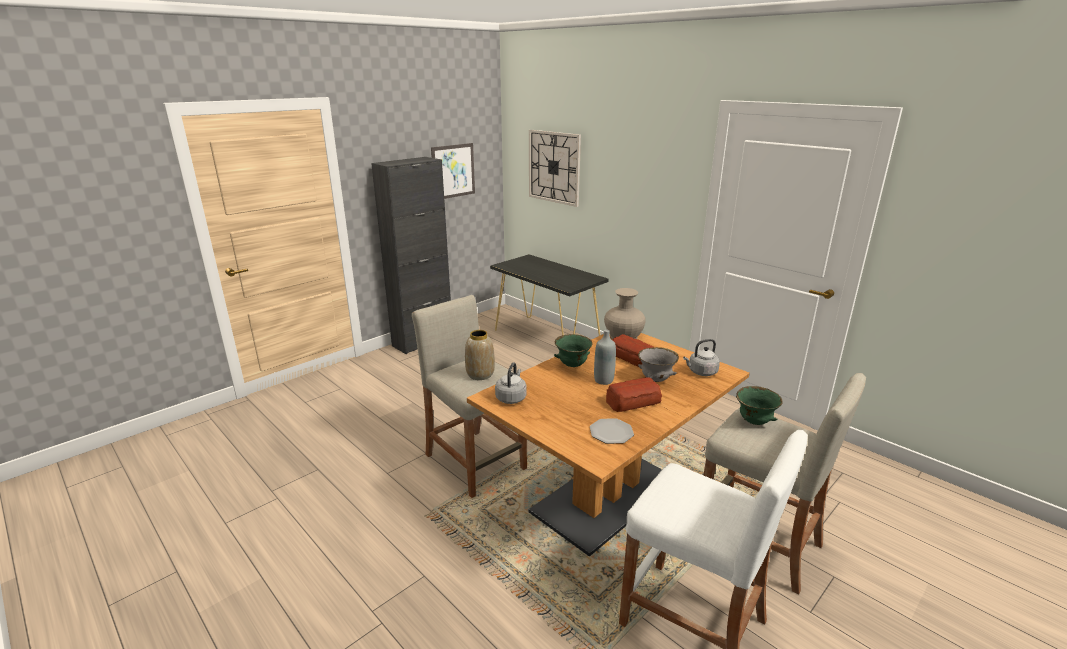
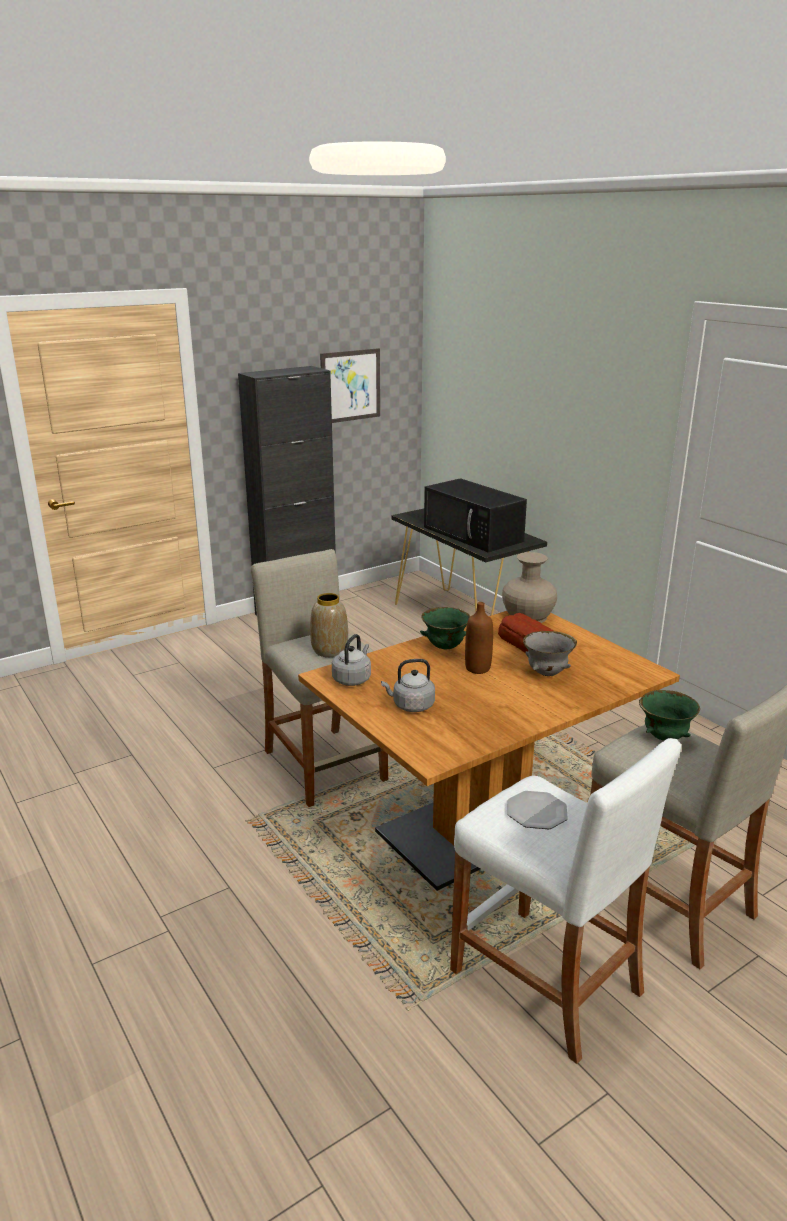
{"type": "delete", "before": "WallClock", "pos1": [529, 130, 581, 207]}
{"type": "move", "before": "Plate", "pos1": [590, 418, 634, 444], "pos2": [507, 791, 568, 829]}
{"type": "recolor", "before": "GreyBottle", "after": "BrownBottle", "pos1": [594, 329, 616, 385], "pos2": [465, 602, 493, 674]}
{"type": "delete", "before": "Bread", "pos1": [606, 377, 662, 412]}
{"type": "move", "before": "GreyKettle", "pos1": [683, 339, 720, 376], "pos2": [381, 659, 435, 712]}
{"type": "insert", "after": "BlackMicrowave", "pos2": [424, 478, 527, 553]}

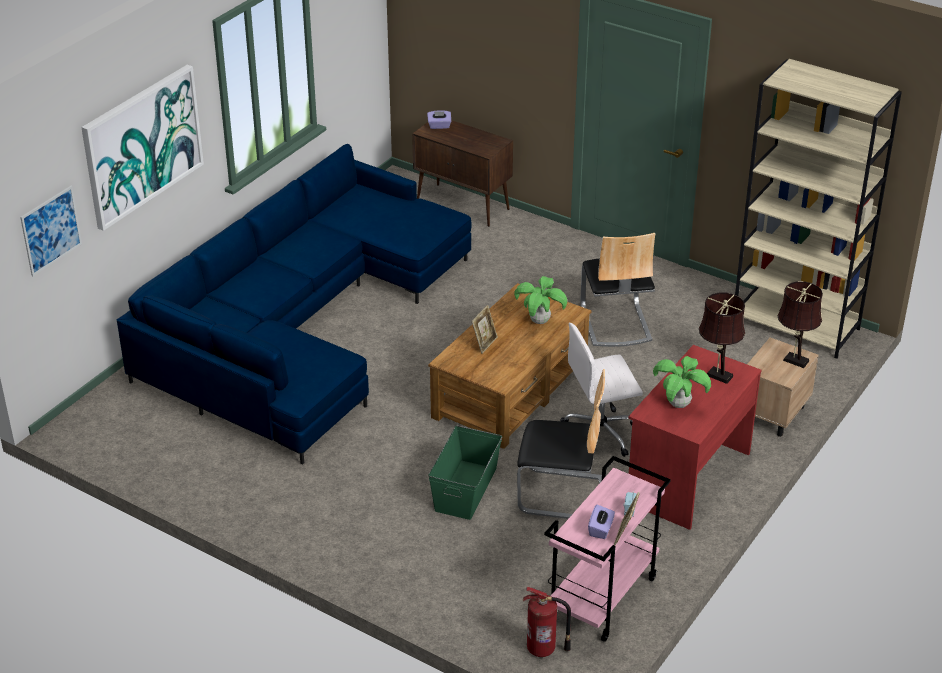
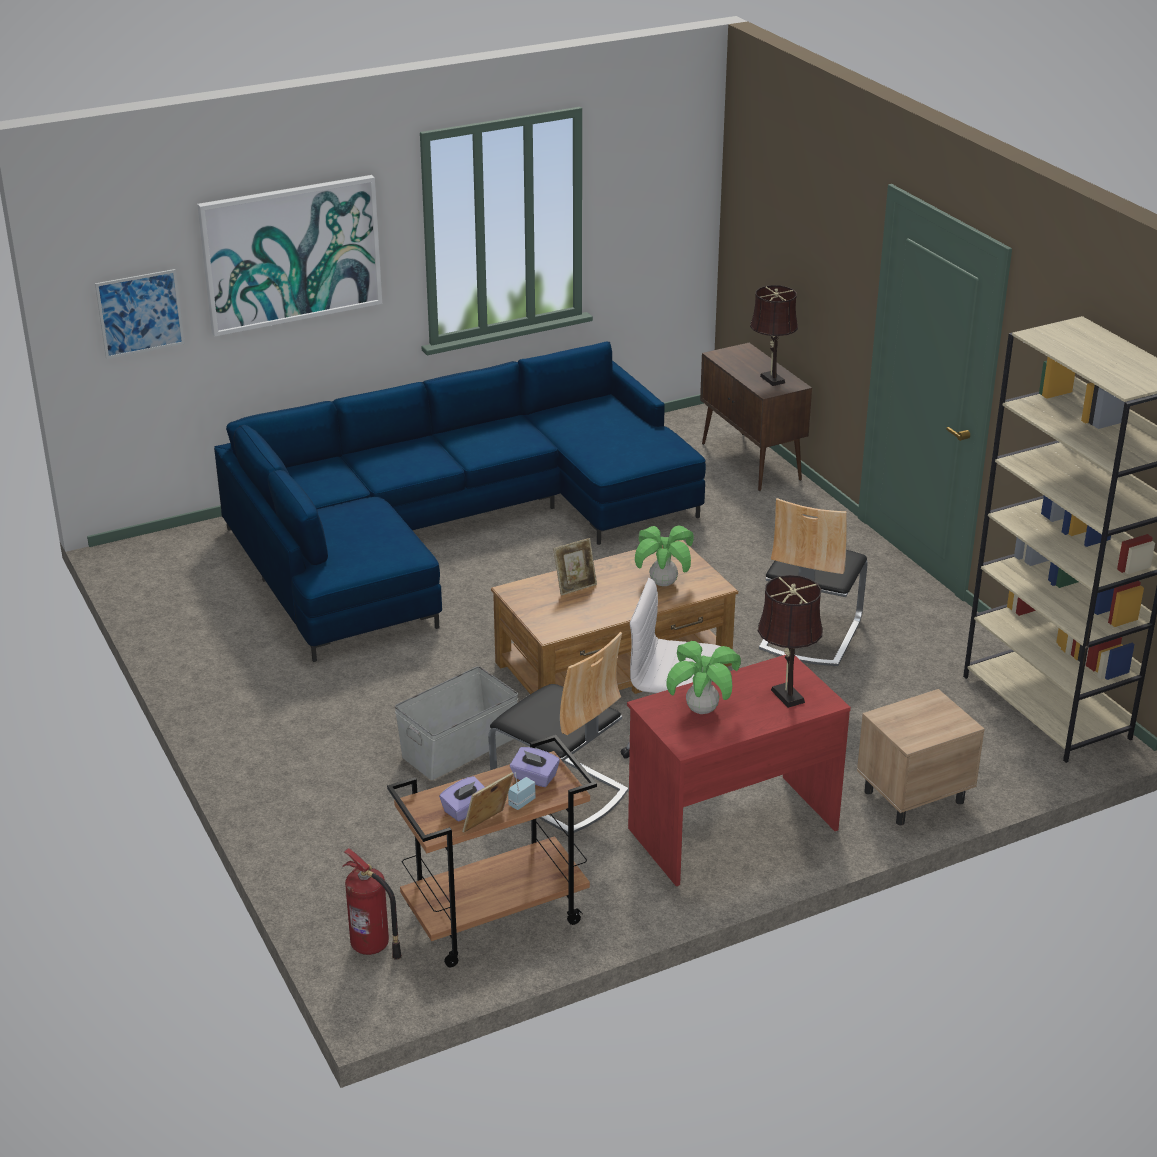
{"type": "move", "before": "PurpleTissueBox", "pos1": [427, 110, 451, 129], "pos2": [510, 747, 560, 787]}
{"type": "recolor", "before": "GreenStorageBox", "after": "GreyStorageBox", "pos1": [428, 425, 502, 520], "pos2": [395, 666, 518, 780]}
{"type": "recolor", "before": "PinkCart", "after": "BrownCart", "pos1": [544, 456, 671, 642], "pos2": [387, 735, 597, 967]}
{"type": "move", "before": "BrownTableLamp", "pos1": [778, 281, 823, 368], "pos2": [750, 285, 798, 386]}

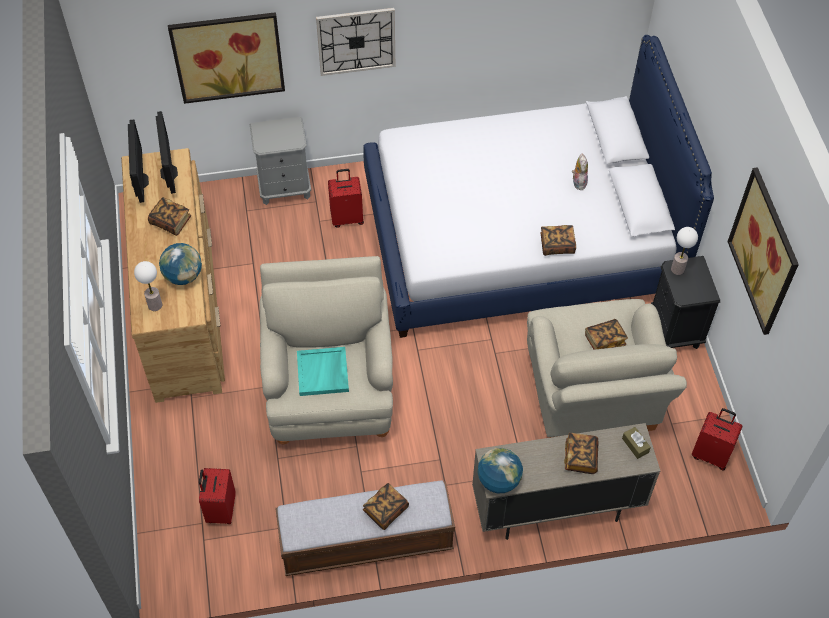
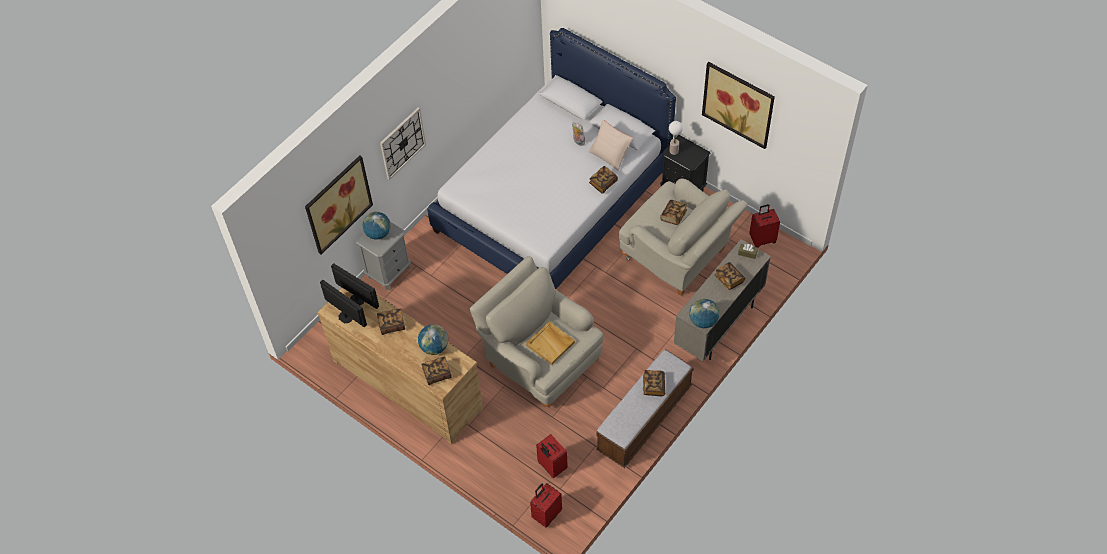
{"type": "replace", "before": "TableLamp", "after": "Book", "pos1": [134, 261, 162, 311], "pos2": [421, 357, 452, 385]}
{"type": "recolor", "before": "TurquoiseTray", "after": "BeigeTray", "pos1": [297, 347, 349, 396], "pos2": [526, 321, 575, 365]}
{"type": "move", "before": "RedSuitcase", "pos1": [328, 169, 364, 228], "pos2": [530, 483, 562, 528]}
{"type": "insert", "after": "Globe", "pos2": [362, 212, 391, 239]}
{"type": "insert", "after": "BeigePillow", "pos2": [589, 120, 633, 171]}

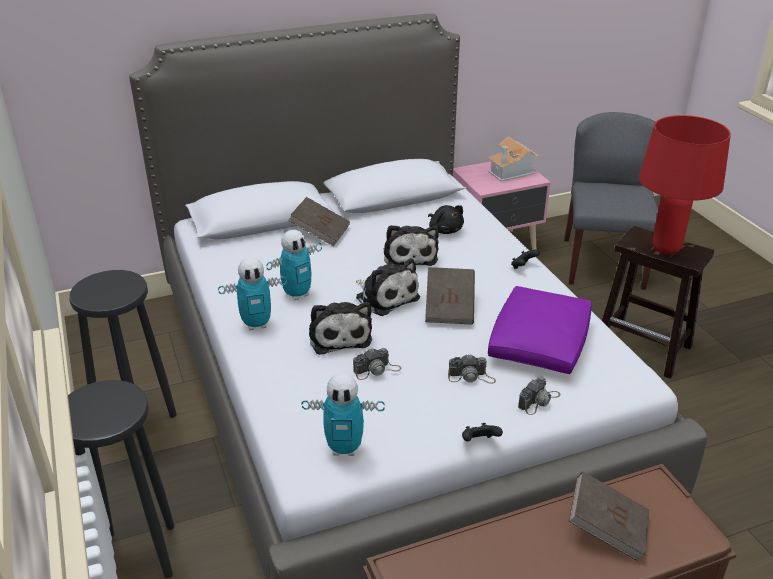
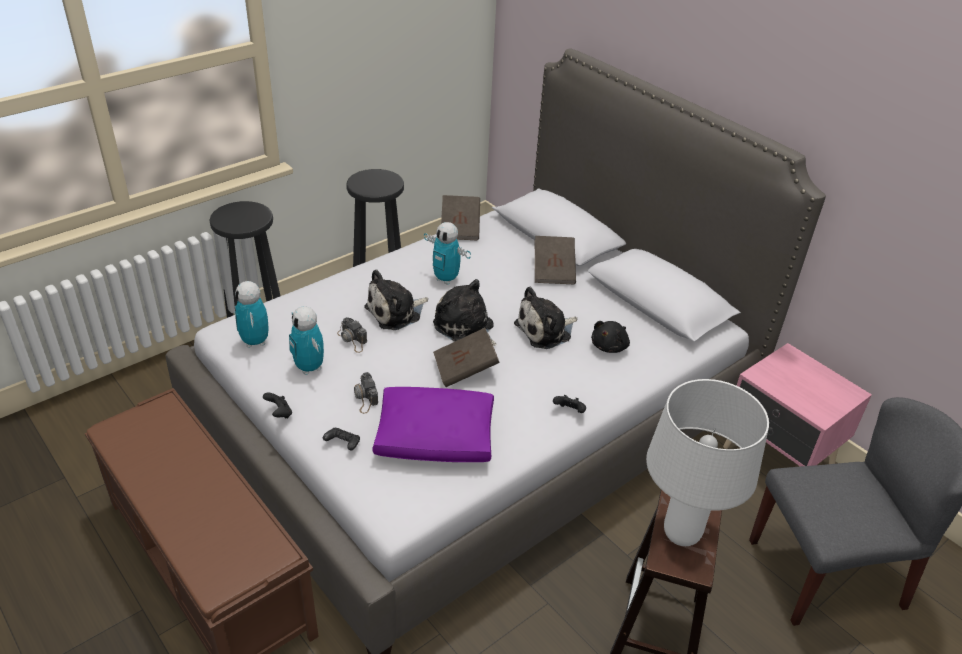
{"type": "move", "before": "ToyRobot", "pos1": [218, 257, 287, 330], "pos2": [289, 306, 324, 375]}
{"type": "rotate", "before": "PlushToy", "pos1": [356, 258, 420, 316], "pos2": [433, 279, 497, 346], "turn": 105}
{"type": "delete", "before": "ToyHouse", "pos1": [489, 137, 539, 182]}
{"type": "replace", "before": "PhotoCamera", "after": "BlackGameController", "pos1": [518, 376, 560, 415], "pos2": [323, 428, 360, 450]}
{"type": "move", "before": "BrownBook", "pos1": [569, 472, 649, 561], "pos2": [441, 195, 480, 240]}
{"type": "recolor", "before": "RedTableLamp", "after": "WhiteTableLamp", "pos1": [639, 115, 731, 255], "pos2": [646, 379, 769, 546]}

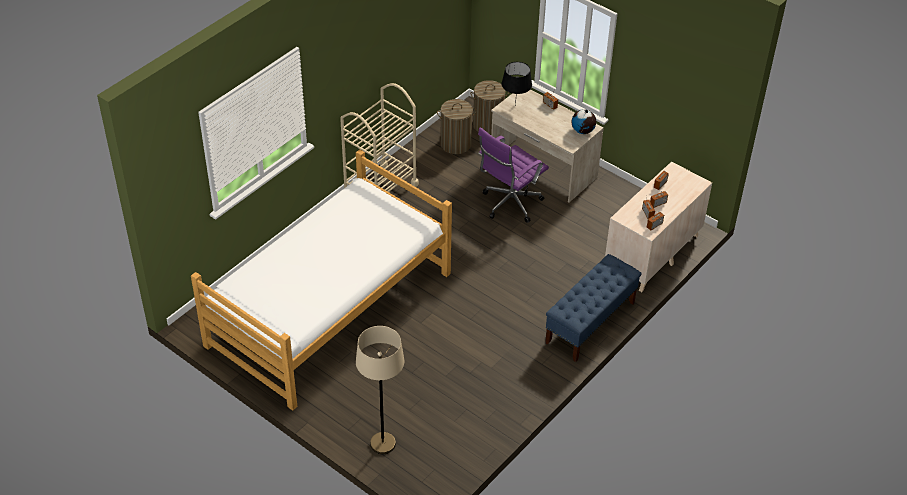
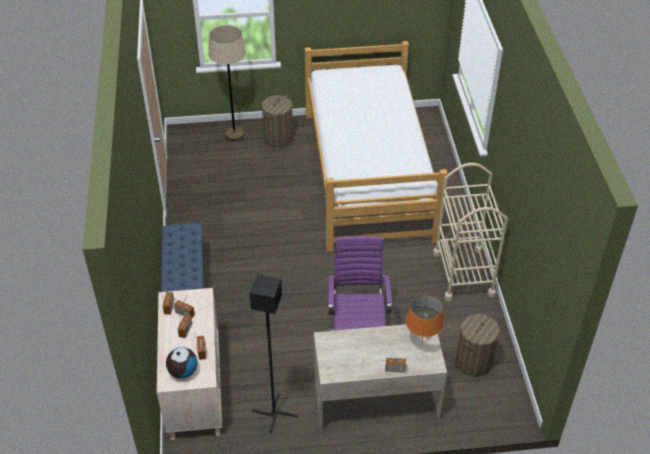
{"type": "move", "before": "LaundryBasket", "pos1": [470, 80, 509, 135], "pos2": [262, 95, 293, 148]}
{"type": "recolor", "before": "BlackTableLamp", "after": "OrangeTableLamp", "pos1": [502, 62, 532, 106], "pos2": [405, 295, 444, 342]}
{"type": "move", "before": "Globe", "pos1": [571, 109, 596, 134], "pos2": [166, 347, 197, 379]}
{"type": "insert", "after": "BlackFloorLamp", "pos2": [250, 274, 297, 433]}

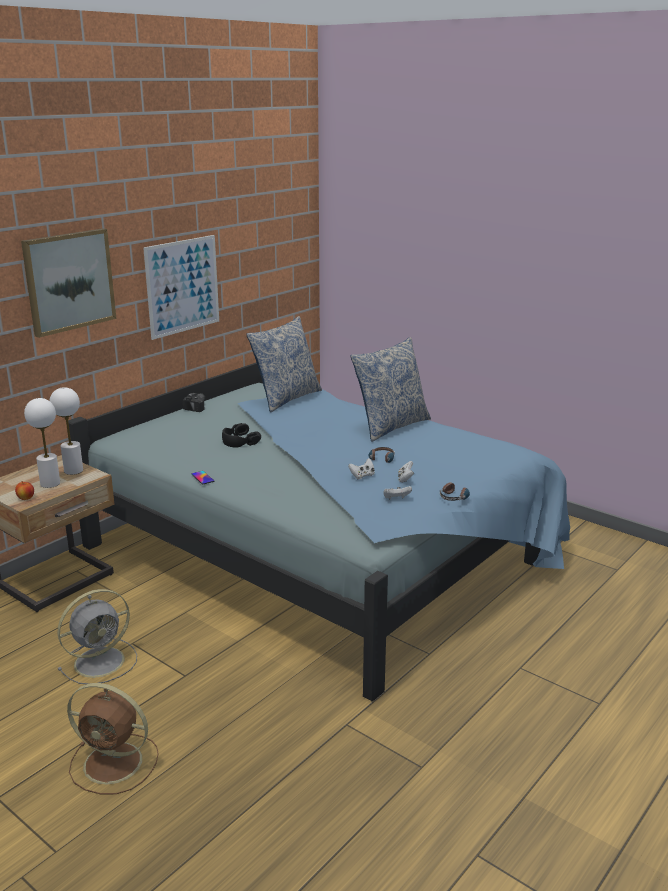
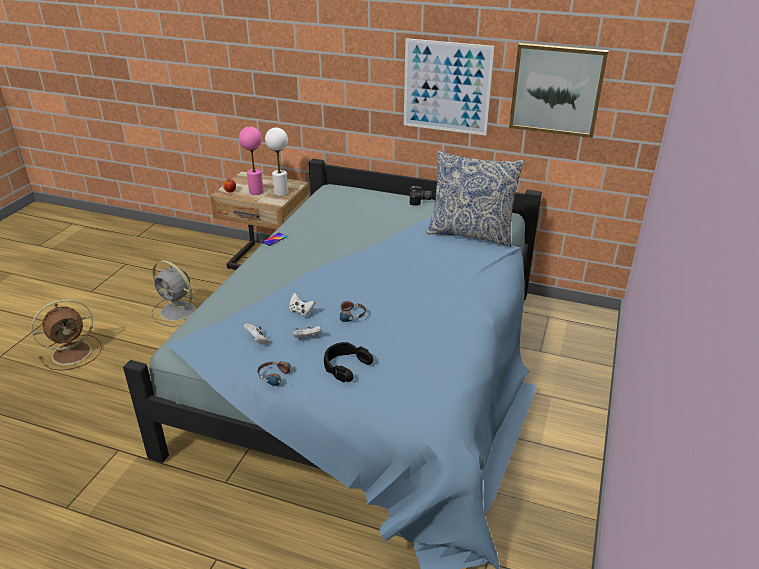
{"type": "move", "before": "Picture", "pos1": [21, 228, 116, 338], "pos2": [509, 43, 609, 138]}
{"type": "recolor", "before": "WhiteTableLamp", "after": "PinkTableLamp", "pos1": [24, 398, 60, 488], "pos2": [239, 127, 264, 195]}
{"type": "rotate", "before": "BrownFan", "pos1": [67, 683, 159, 794], "pos2": [31, 299, 102, 371], "turn": -120}
{"type": "move", "before": "BlackHeadphones", "pos1": [222, 423, 261, 448], "pos2": [324, 342, 373, 382]}
{"type": "delete", "before": "Pillow", "pos1": [350, 337, 431, 442]}

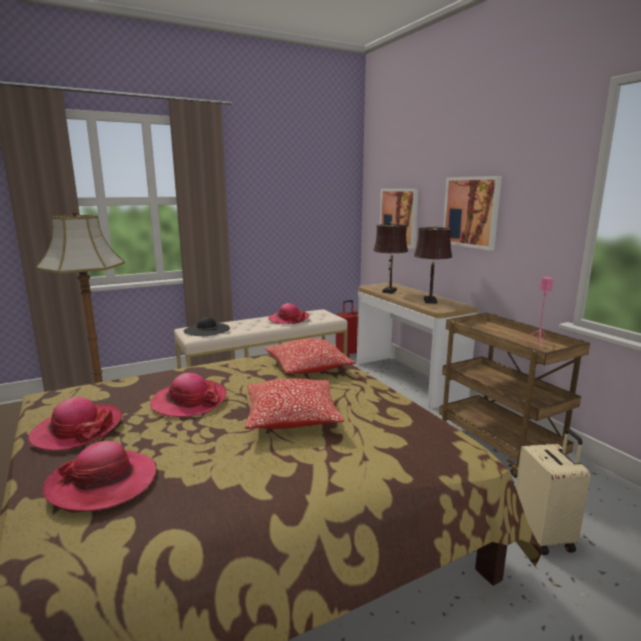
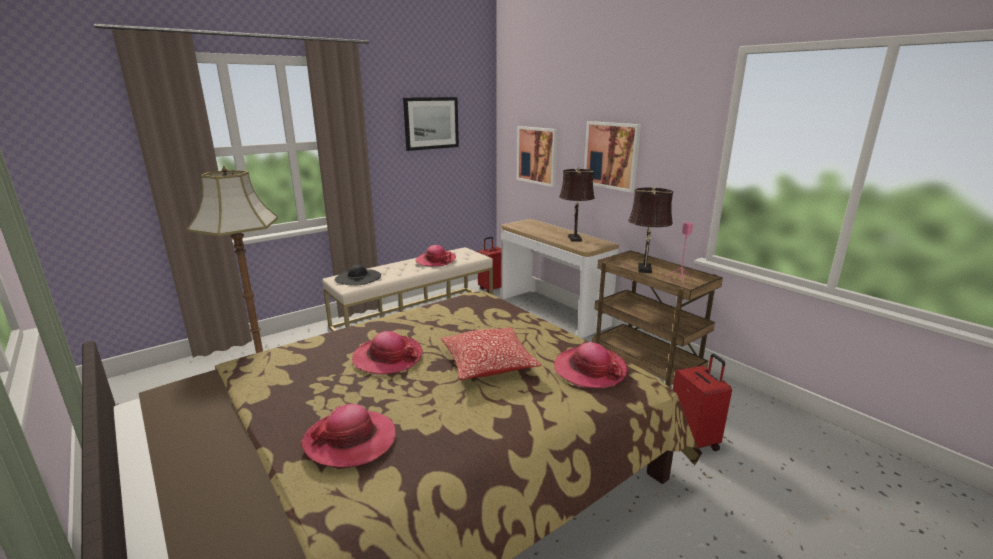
{"type": "move", "before": "Hat", "pos1": [28, 397, 123, 451], "pos2": [554, 342, 627, 388]}
{"type": "delete", "before": "Pillow", "pos1": [265, 338, 356, 374]}
{"type": "move", "before": "BrownTableLamp", "pos1": [373, 222, 408, 293], "pos2": [628, 186, 673, 273]}
{"type": "recolor", "before": "BeigeSuitcase", "after": "RedSuitcase", "pos1": [516, 429, 591, 555], "pos2": [673, 354, 732, 451]}
{"type": "insert", "after": "Picture", "pos2": [403, 97, 459, 151]}

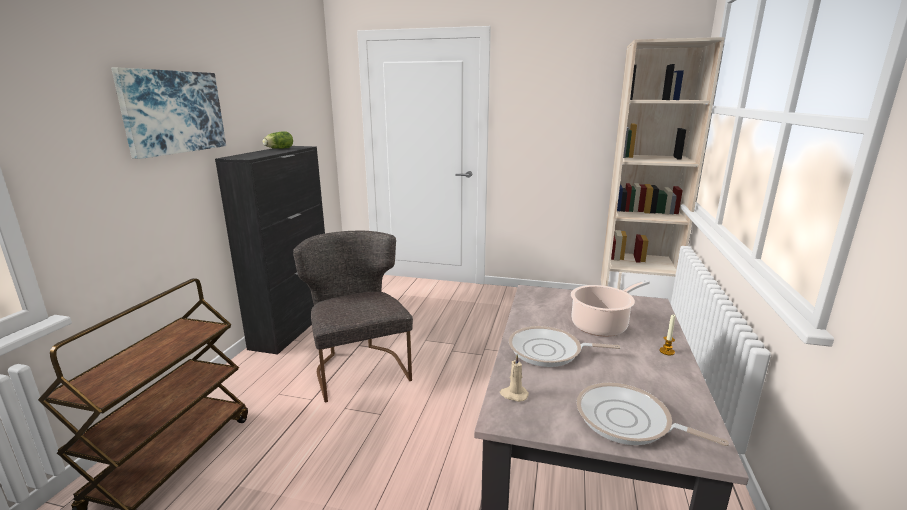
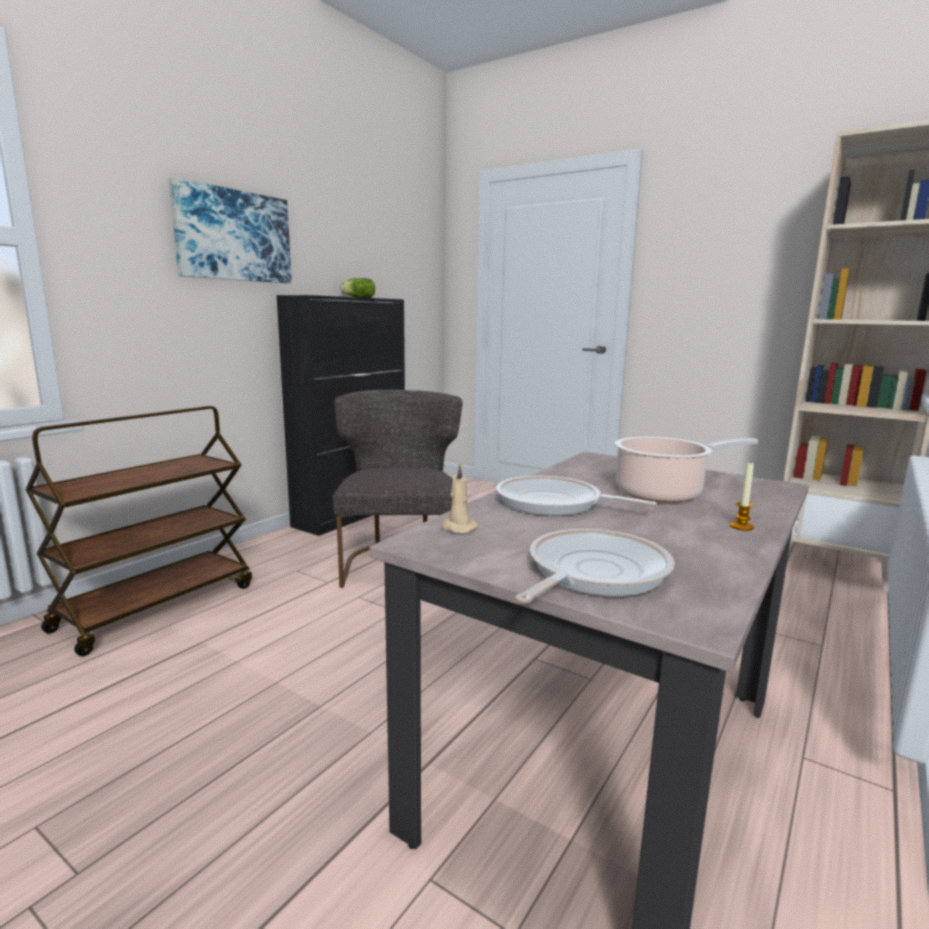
{"type": "rotate", "before": "FryingPan", "pos1": [577, 383, 729, 446], "pos2": [515, 529, 675, 604], "turn": 75}

